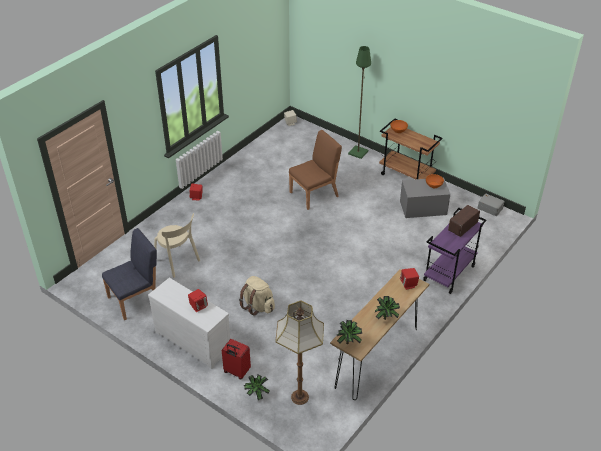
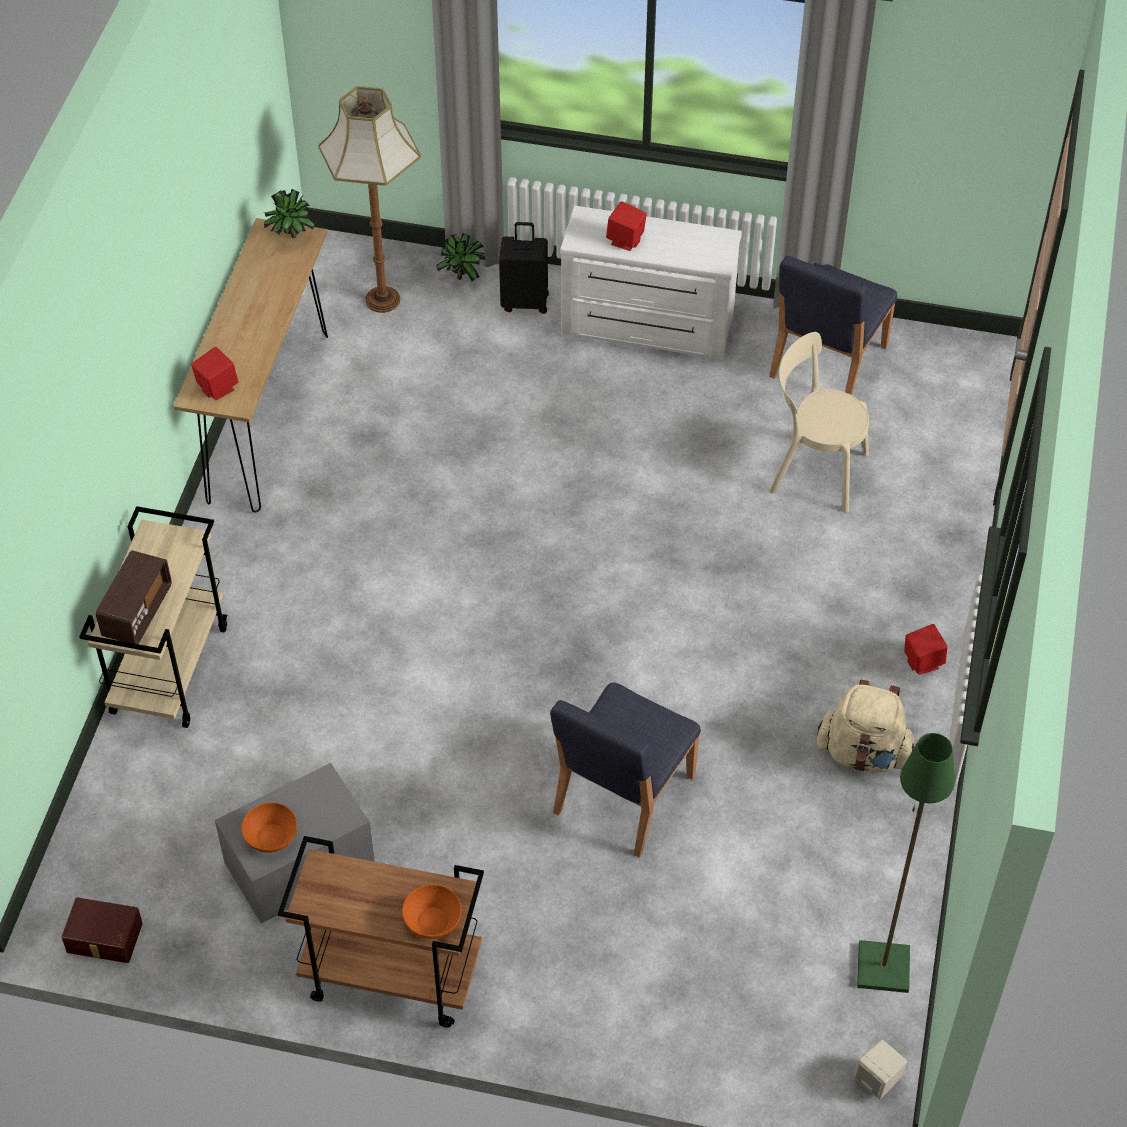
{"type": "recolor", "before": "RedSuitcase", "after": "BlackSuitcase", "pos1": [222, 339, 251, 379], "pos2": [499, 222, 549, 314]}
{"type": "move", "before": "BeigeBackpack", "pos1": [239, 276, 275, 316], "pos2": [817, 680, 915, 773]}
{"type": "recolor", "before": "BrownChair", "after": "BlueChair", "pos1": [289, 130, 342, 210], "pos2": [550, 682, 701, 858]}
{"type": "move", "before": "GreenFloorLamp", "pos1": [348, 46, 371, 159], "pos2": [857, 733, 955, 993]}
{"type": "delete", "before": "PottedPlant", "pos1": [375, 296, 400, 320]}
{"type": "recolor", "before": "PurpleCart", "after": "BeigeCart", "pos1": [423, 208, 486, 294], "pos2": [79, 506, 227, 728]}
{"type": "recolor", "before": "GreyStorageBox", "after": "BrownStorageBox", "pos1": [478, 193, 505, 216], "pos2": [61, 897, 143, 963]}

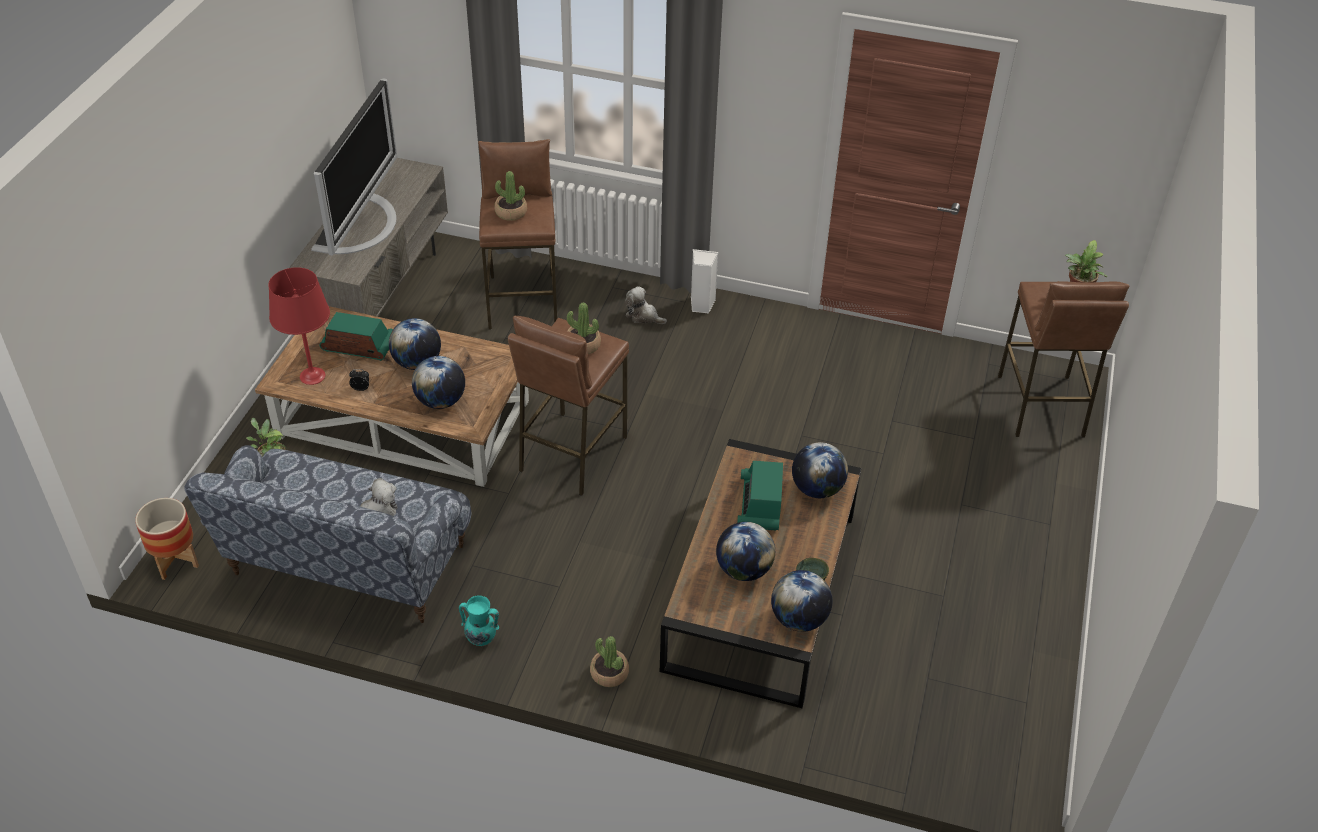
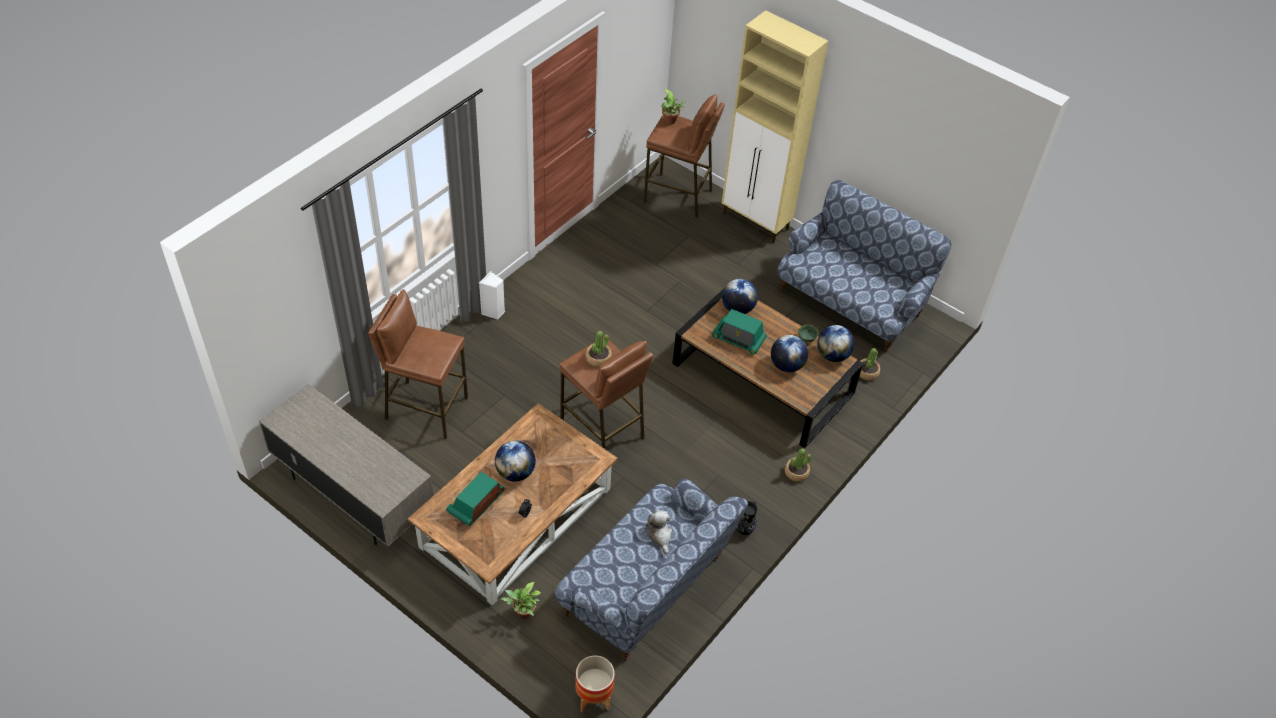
{"type": "delete", "before": "RedTableLamp", "pos1": [268, 267, 330, 385]}
{"type": "delete", "before": "Television", "pos1": [311, 78, 397, 256]}
{"type": "delete", "before": "Globe", "pos1": [412, 356, 465, 409]}
{"type": "recolor", "before": "TurquoiseVase", "after": "BlackVase", "pos1": [459, 595, 499, 646], "pos2": [736, 501, 757, 535]}
{"type": "move", "before": "PottedPlant", "pos1": [495, 171, 527, 221], "pos2": [860, 348, 880, 381]}
{"type": "delete", "before": "PlushToy", "pos1": [625, 286, 667, 324]}
{"type": "insert", "after": "BeigeCabinet", "pos2": [722, 10, 828, 243]}
{"type": "insert", "after": "Sofa", "pos2": [778, 180, 951, 352]}

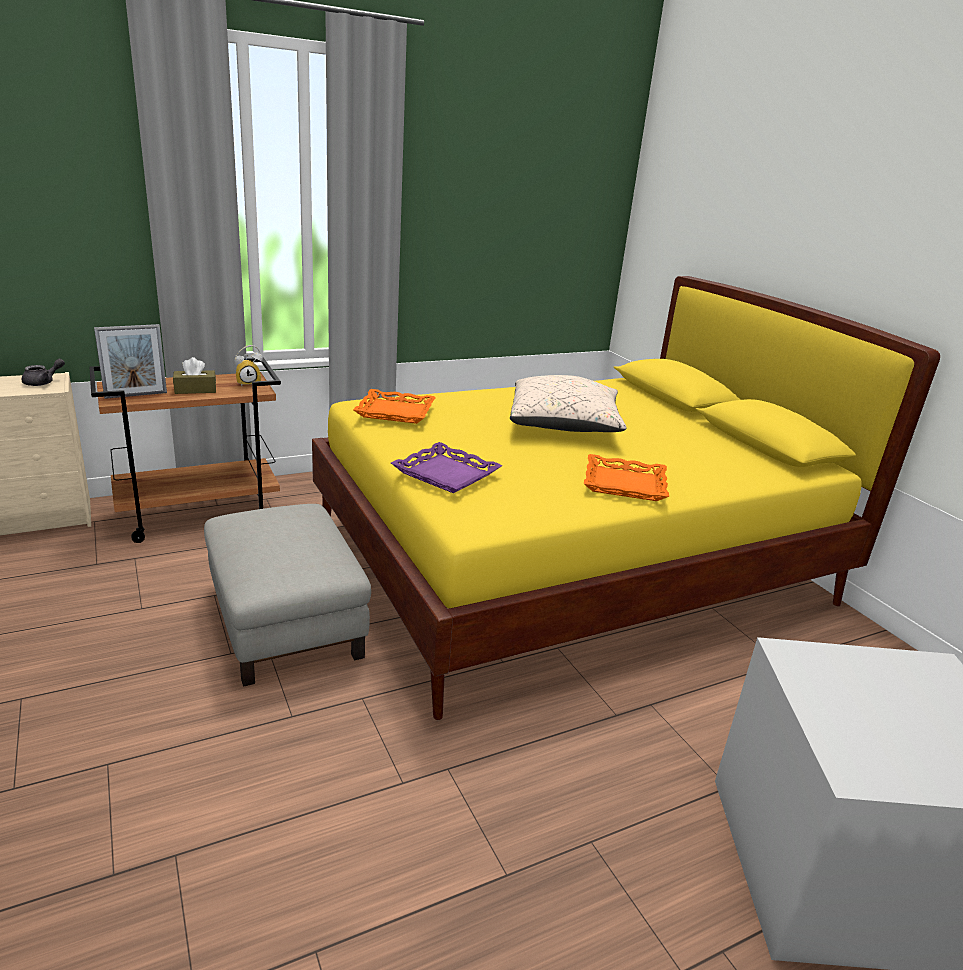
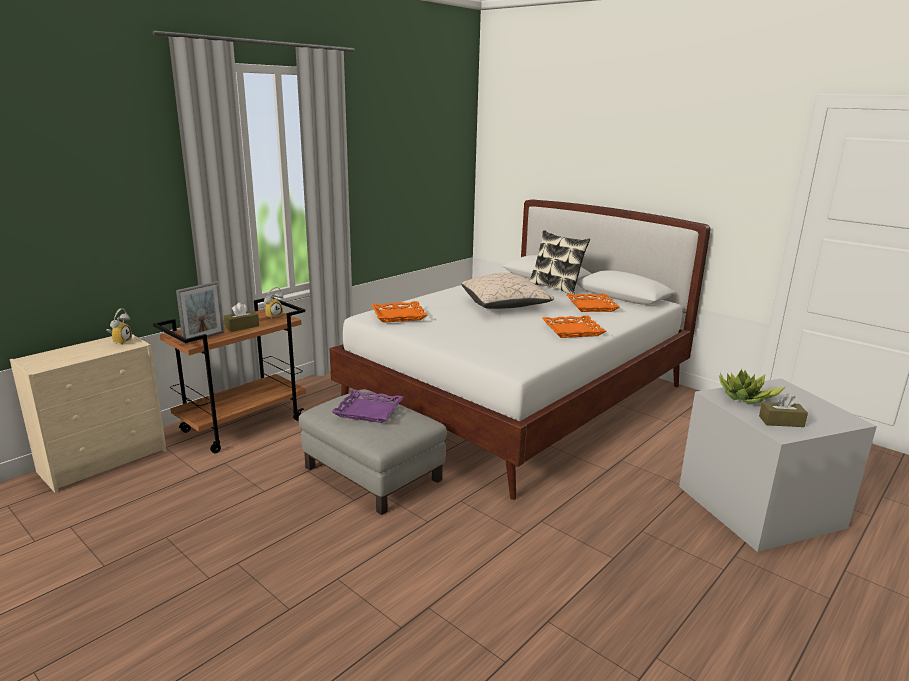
{"type": "replace", "before": "GreyTeapot", "after": "AlarmClock", "pos1": [22, 358, 65, 386], "pos2": [106, 308, 132, 345]}
{"type": "recolor", "before": "YellowBed", "after": "WhiteBed", "pos1": [312, 276, 940, 720], "pos2": [329, 199, 711, 500]}
{"type": "move", "before": "PurpleTray", "pos1": [391, 442, 503, 493], "pos2": [332, 390, 404, 423]}
{"type": "insert", "after": "Pillow", "pos2": [529, 230, 590, 295]}
{"type": "insert", "after": "OrangeTray", "pos2": [566, 293, 620, 312]}
{"type": "insert", "after": "PottedPlant", "pos2": [719, 369, 785, 404]}
{"type": "insert", "after": "BrownTissueBox", "pos2": [759, 393, 808, 427]}

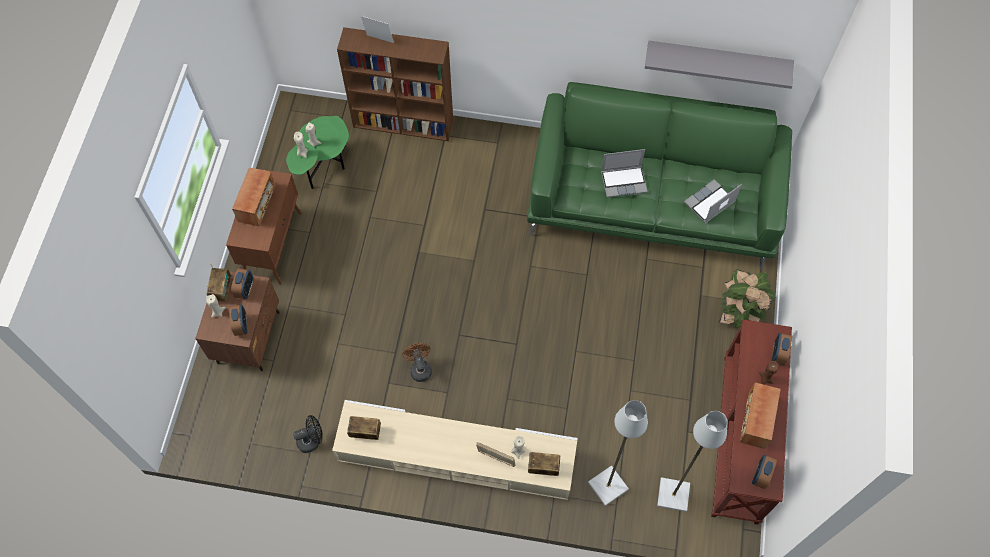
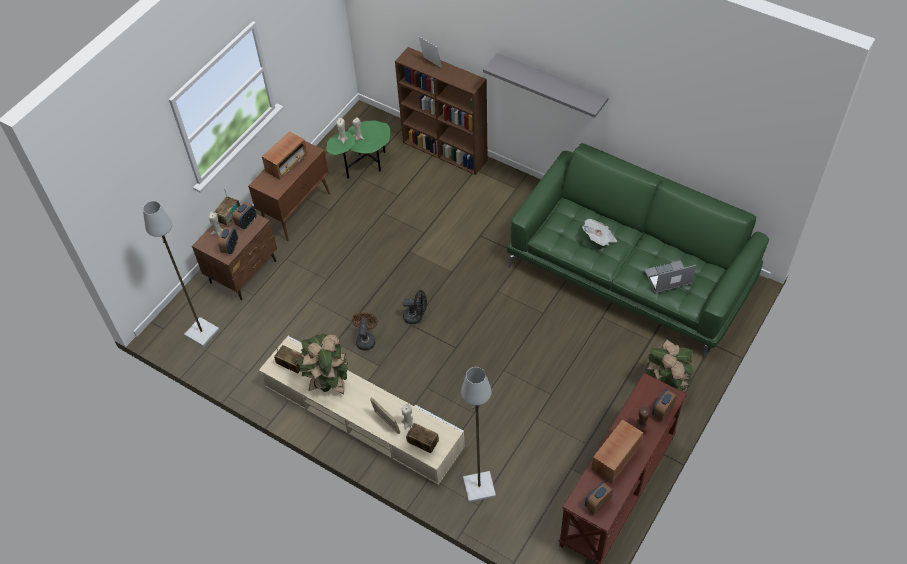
{"type": "move", "before": "BlackFan", "pos1": [293, 415, 323, 453], "pos2": [403, 290, 427, 324]}
{"type": "replace", "before": "Laptop", "after": "Newspaper", "pos1": [601, 149, 648, 197], "pos2": [582, 219, 617, 246]}
{"type": "move", "before": "GreyShelf", "pos1": [645, 41, 794, 89], "pos2": [483, 53, 609, 118]}
{"type": "move", "before": "GreyFloorLamp", "pos1": [657, 411, 728, 512], "pos2": [143, 201, 219, 347]}
{"type": "insert", "after": "PottedPlant", "pos2": [296, 334, 348, 394]}

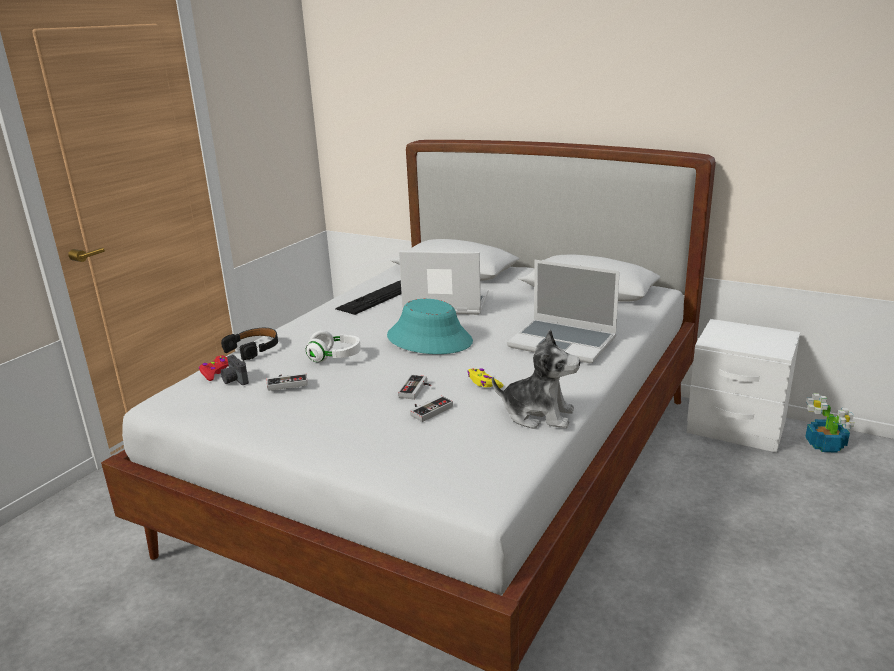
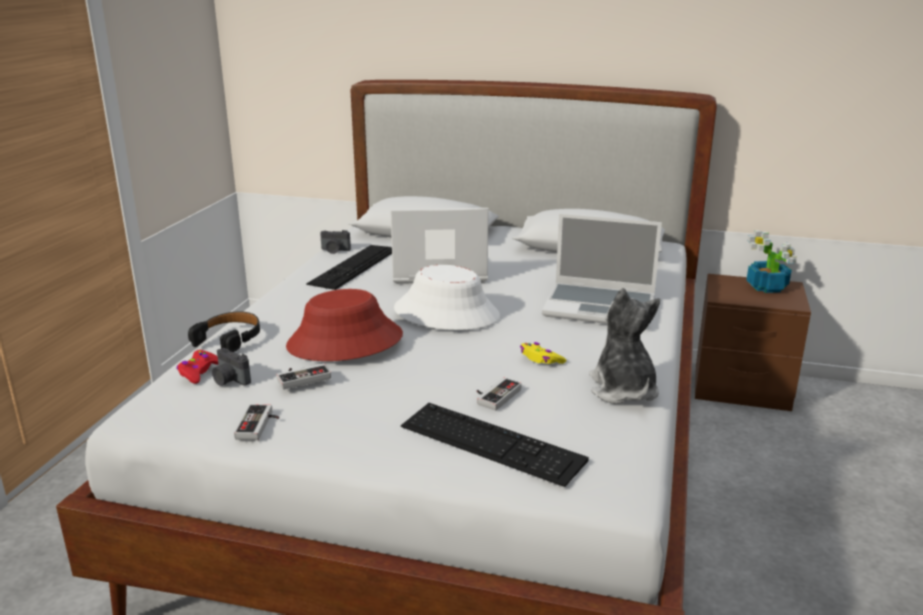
{"type": "replace", "before": "WhiteHeadphones", "after": "RedHat", "pos1": [306, 330, 361, 362], "pos2": [286, 289, 403, 361]}
{"type": "recolor", "before": "TurquoiseHat", "after": "WhiteHat", "pos1": [387, 299, 473, 354], "pos2": [394, 265, 500, 330]}
{"type": "move", "before": "GameController", "pos1": [398, 375, 431, 400], "pos2": [234, 404, 279, 440]}
{"type": "rotate", "before": "PlushToy", "pos1": [492, 330, 580, 429], "pos2": [589, 288, 660, 404], "turn": -105}
{"type": "recolor", "before": "WhiteNightstand", "after": "BrownNightstand", "pos1": [687, 319, 800, 453], "pos2": [695, 274, 811, 411]}
{"type": "move", "before": "PottedPlant", "pos1": [805, 393, 855, 453], "pos2": [746, 230, 797, 293]}
{"type": "insert", "after": "PhotoCamera", "pos2": [320, 230, 351, 254]}
{"type": "insert", "after": "Keyboard", "pos2": [401, 403, 589, 487]}

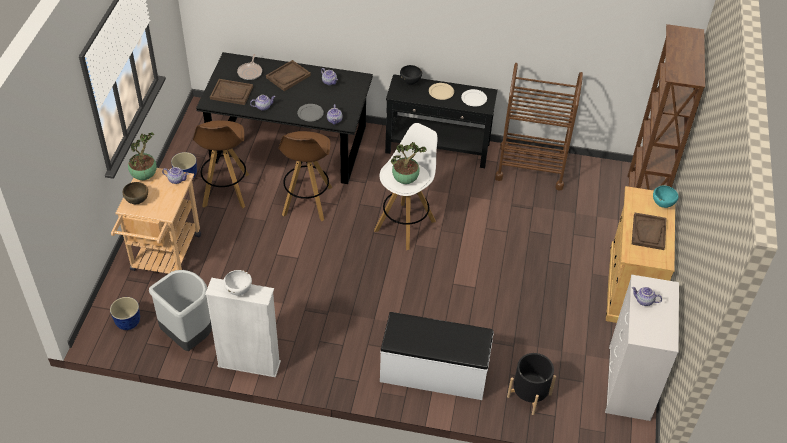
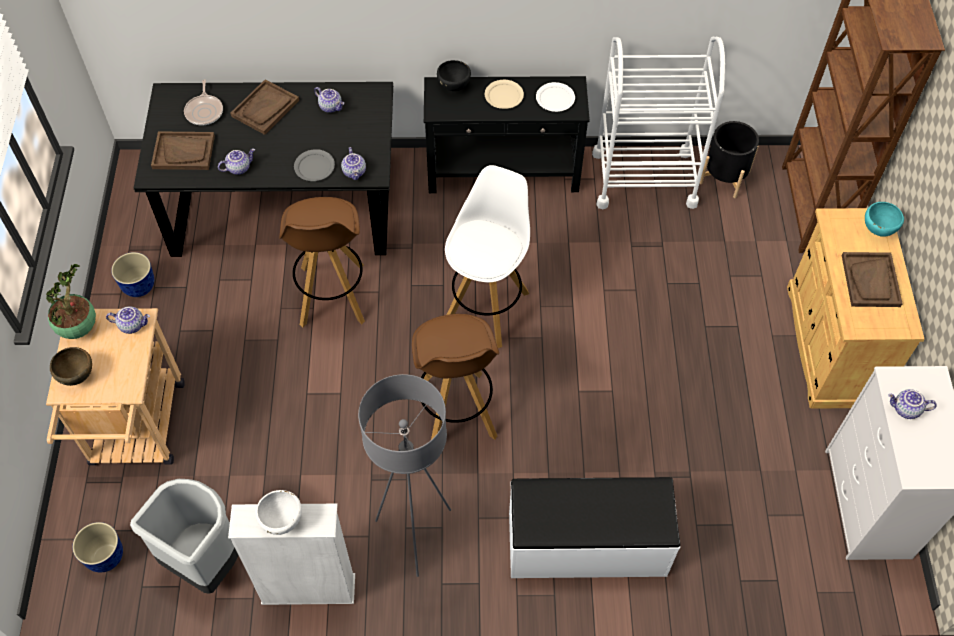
{"type": "move", "before": "BrownStool", "pos1": [193, 121, 249, 208], "pos2": [412, 314, 499, 440]}
{"type": "delete", "before": "PottedPlant", "pos1": [391, 142, 427, 184]}
{"type": "recolor", "before": "BrownCart", "after": "WhiteCart", "pos1": [495, 63, 583, 190], "pos2": [592, 36, 725, 209]}
{"type": "move", "before": "BlackPlanter", "pos1": [507, 353, 556, 415], "pos2": [700, 121, 759, 198]}
{"type": "insert", "after": "GreyFloorLamp", "pos2": [358, 374, 451, 577]}

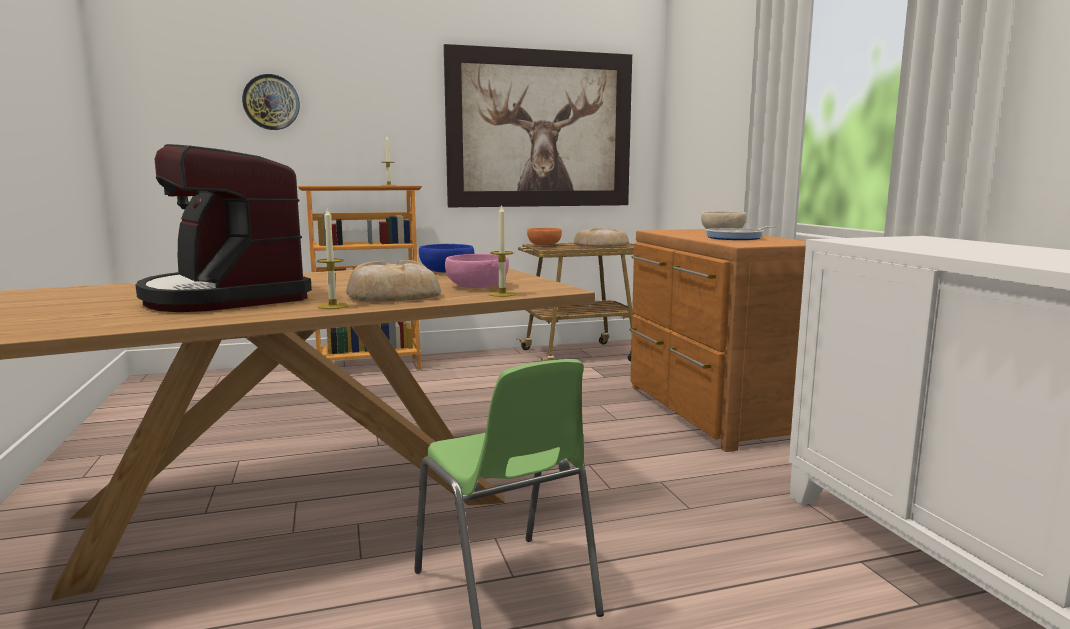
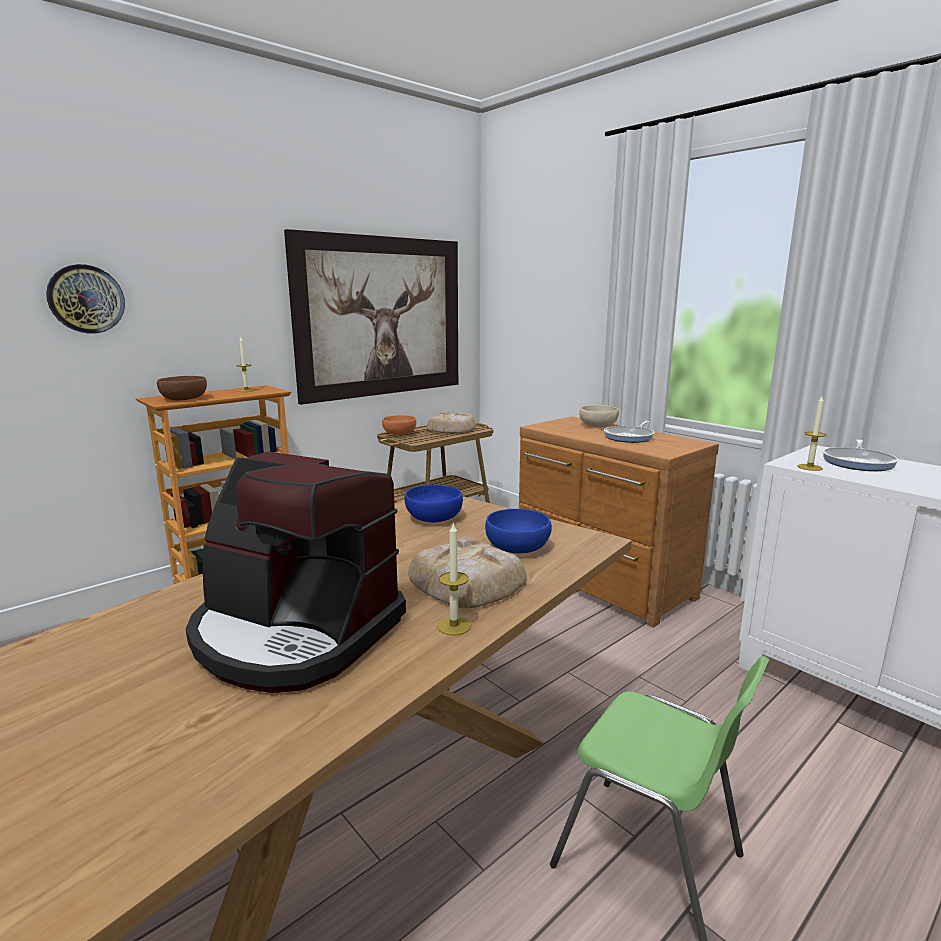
{"type": "recolor", "before": "PinkBowl", "after": "BlueBowl", "pos1": [445, 254, 509, 288], "pos2": [485, 509, 552, 553]}
{"type": "move", "before": "Candle", "pos1": [489, 204, 516, 297], "pos2": [797, 396, 827, 471]}
{"type": "insert", "after": "BrownBowl", "pos2": [157, 376, 207, 400]}
{"type": "insert", "after": "FryingPan", "pos2": [823, 439, 899, 471]}

